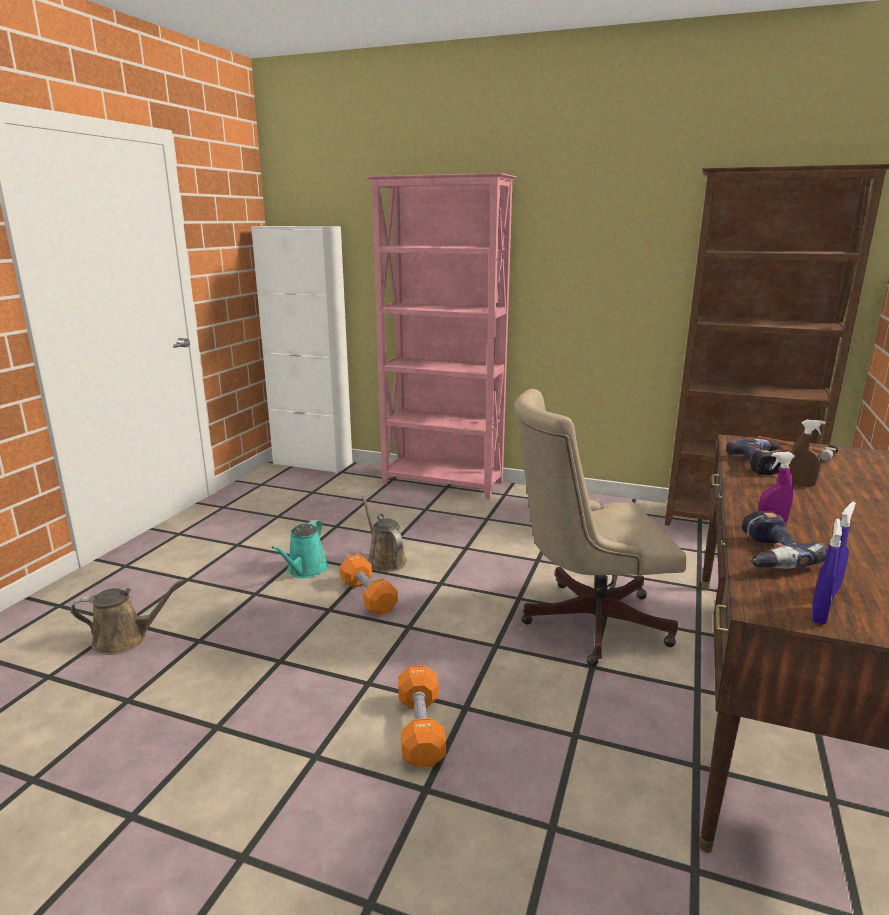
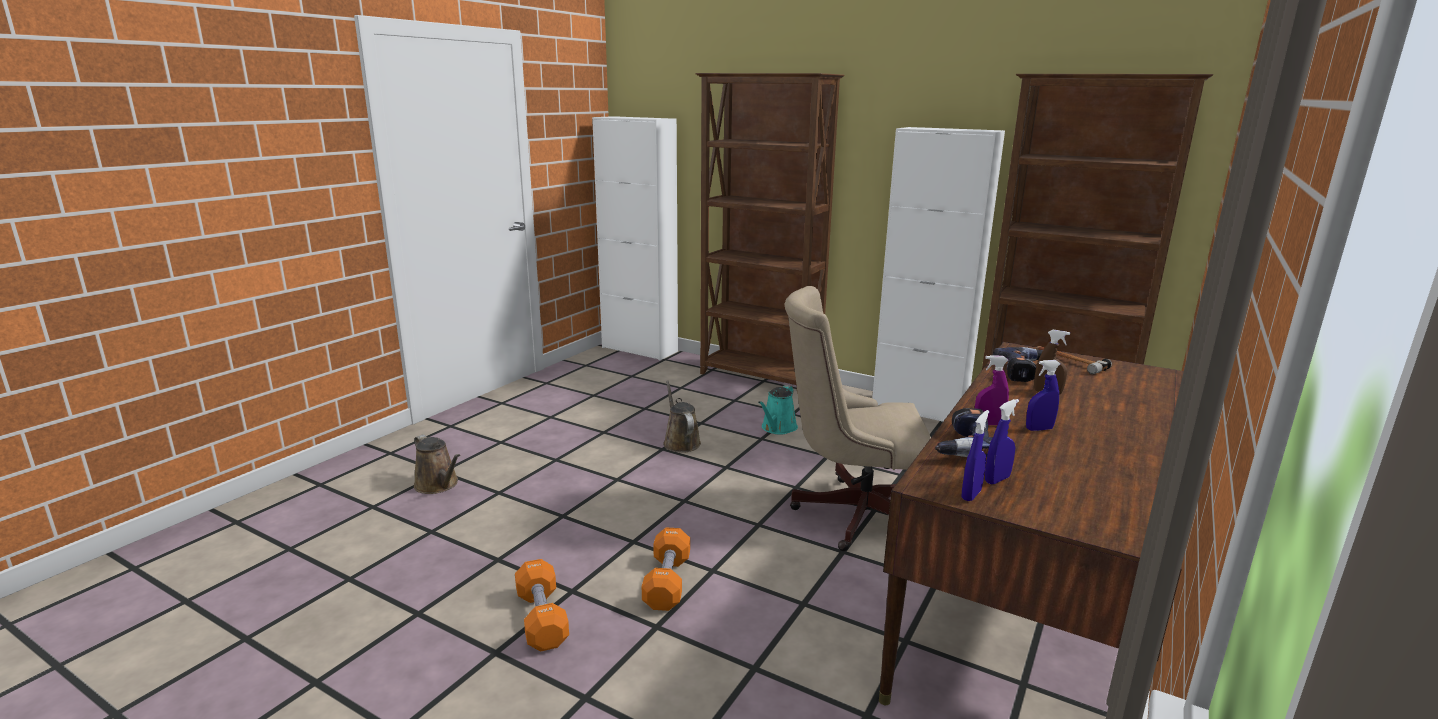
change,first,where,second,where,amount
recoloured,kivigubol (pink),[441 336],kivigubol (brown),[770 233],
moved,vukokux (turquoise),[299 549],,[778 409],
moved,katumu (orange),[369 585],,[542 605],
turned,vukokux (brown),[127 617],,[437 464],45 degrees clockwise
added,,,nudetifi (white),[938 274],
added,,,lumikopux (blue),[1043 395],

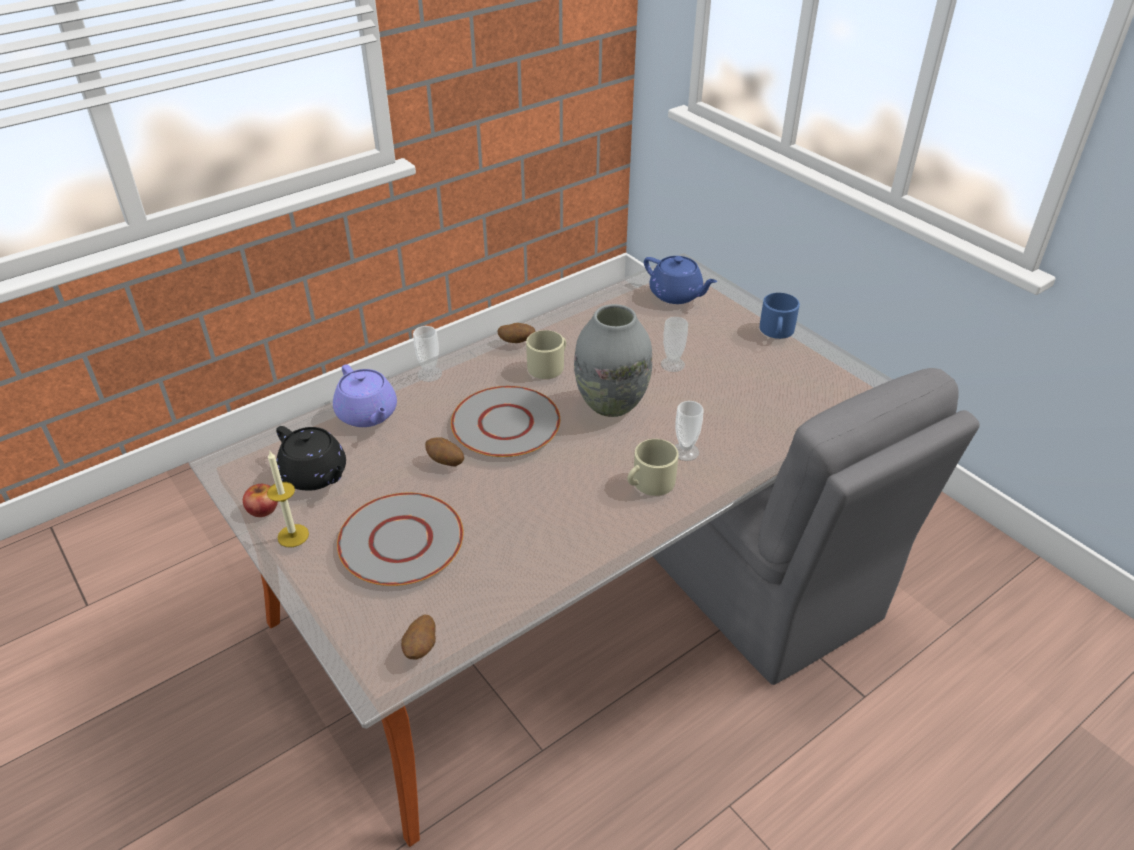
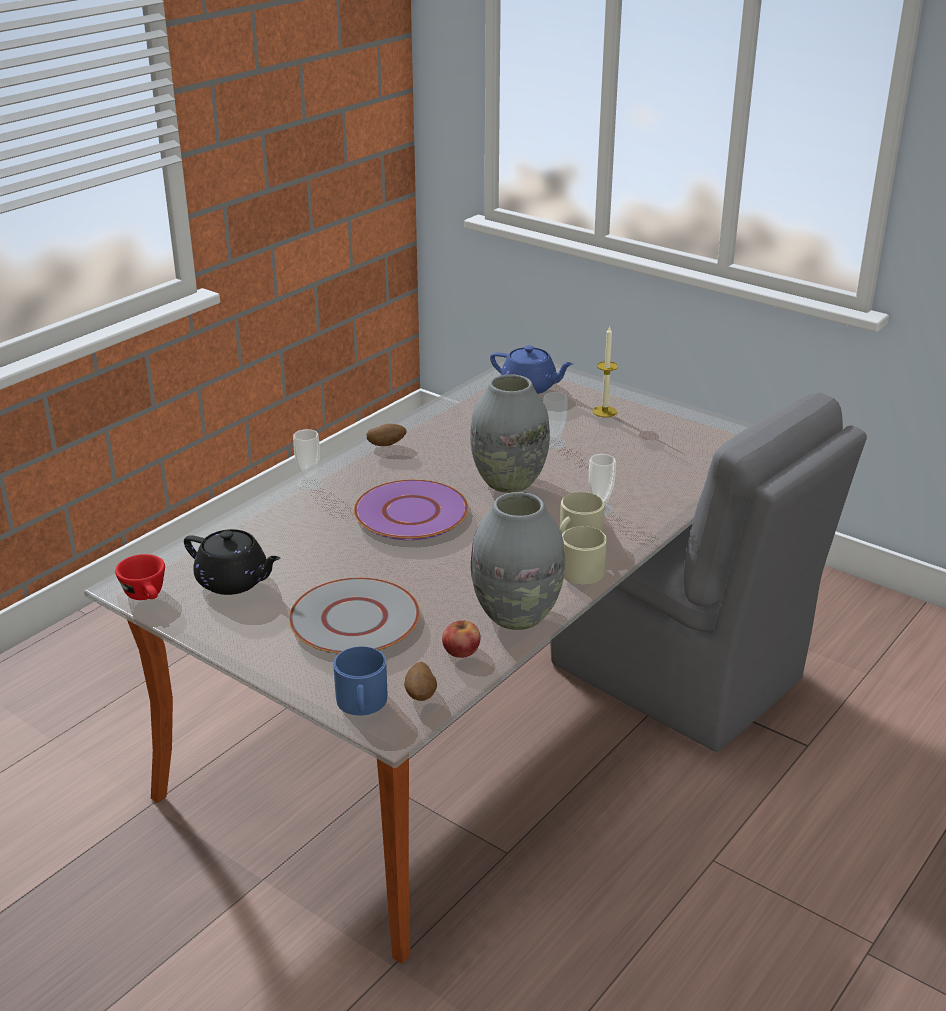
change,first,where,second,where,amount
moved,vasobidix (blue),[780 316],,[360 680],
moved,vasobidix (beige),[546 354],,[584 555],
removed,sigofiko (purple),[365 395],,,
recoloured,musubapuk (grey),[505 421],musubapuk (purple),[411 509],
removed,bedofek,[444 451],,,
moved,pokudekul,[288 498],,[605 372],
moved,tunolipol,[260 500],,[461 639],
added,,,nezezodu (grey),[518 561],
added,,,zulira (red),[140 577],

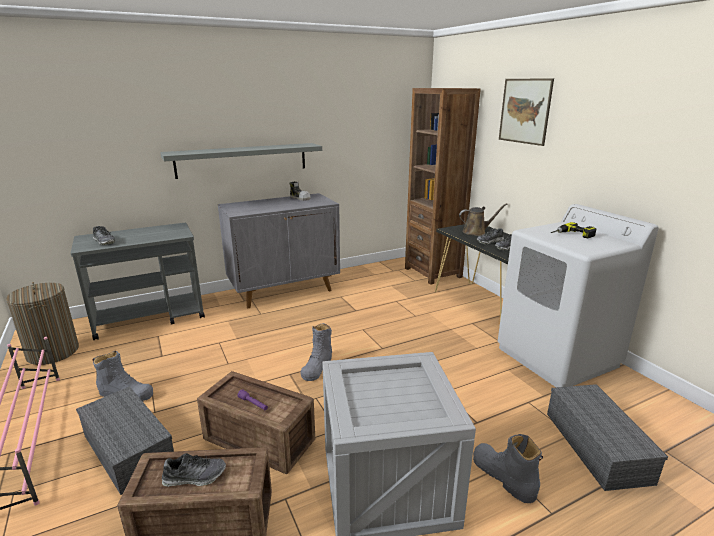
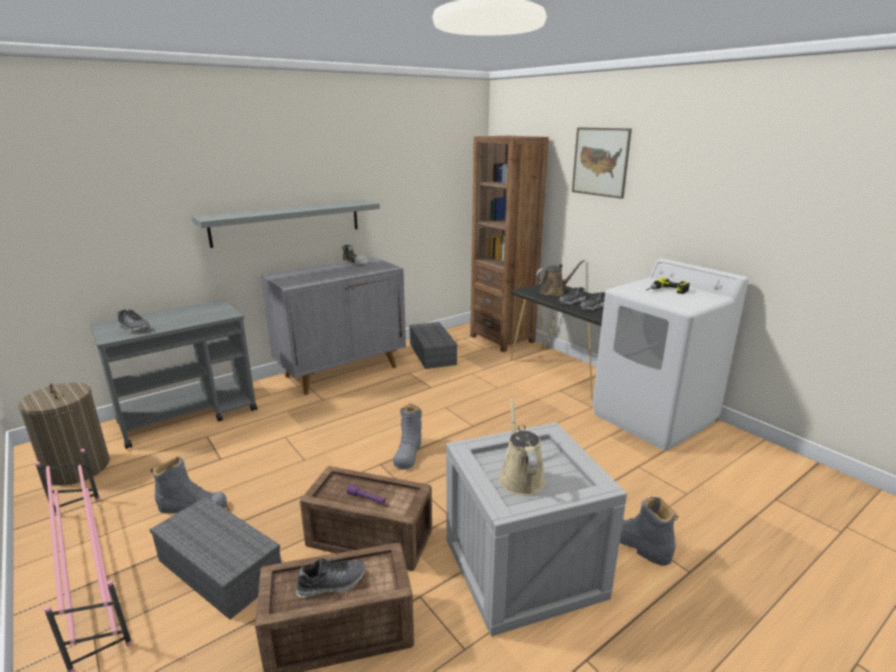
change,first,where,second,where,amount
moved,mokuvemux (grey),[607 437],,[433 345],
added,,,vukokux (beige),[522 446],

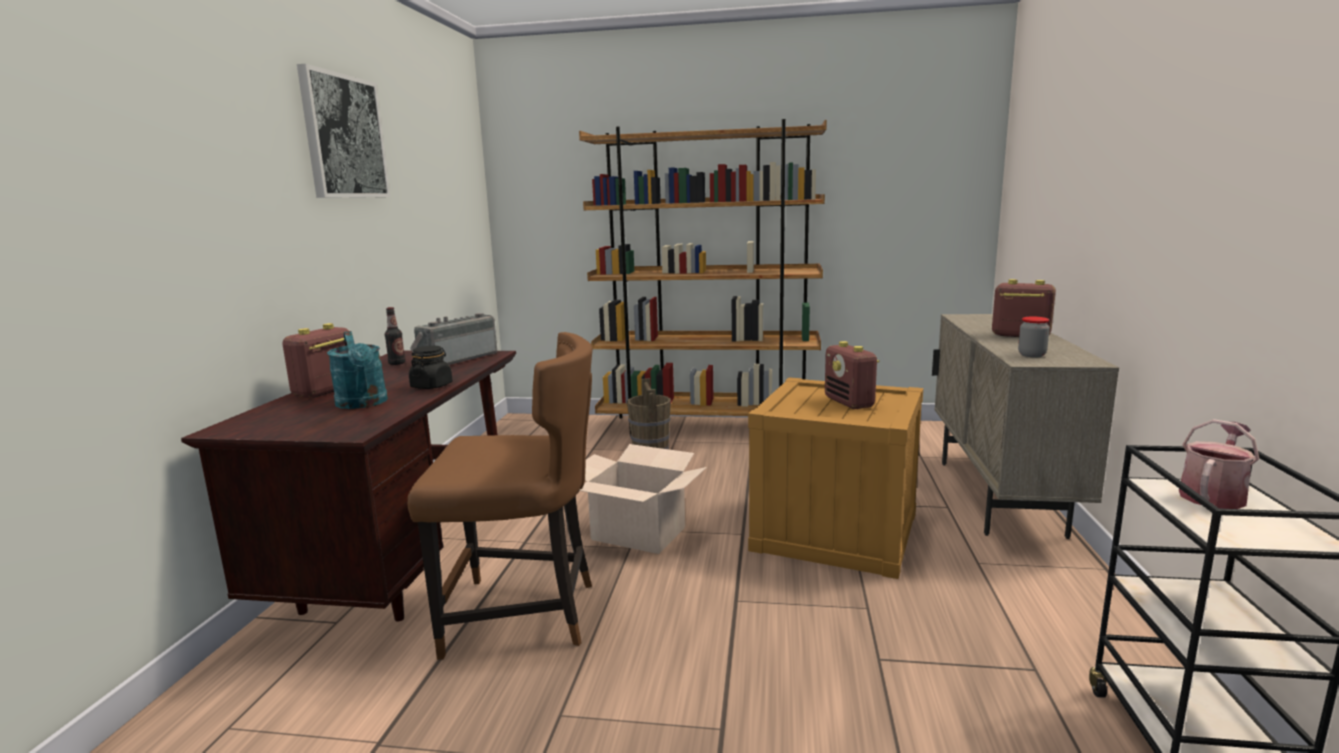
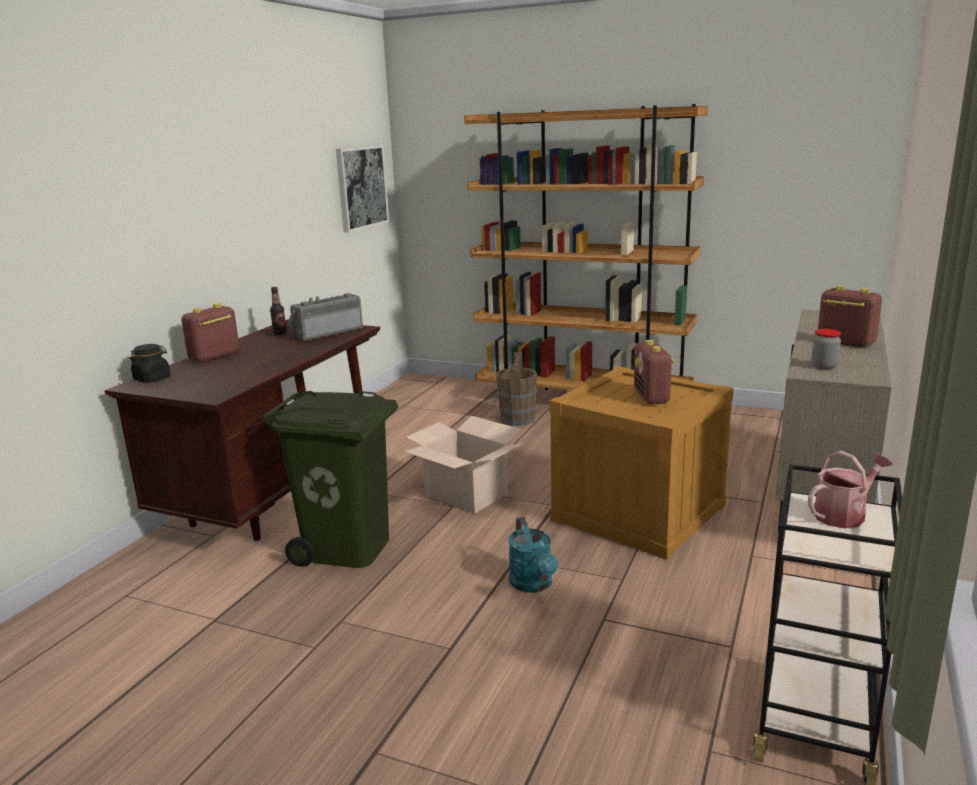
change,first,where,second,where,amount
moved,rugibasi,[343 131],,[362 189],
moved,vukokux (turquoise),[357 370],,[533 555],
replaced,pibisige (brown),[500 496],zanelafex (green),[330 479],
moved,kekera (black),[431 367],,[150 363],

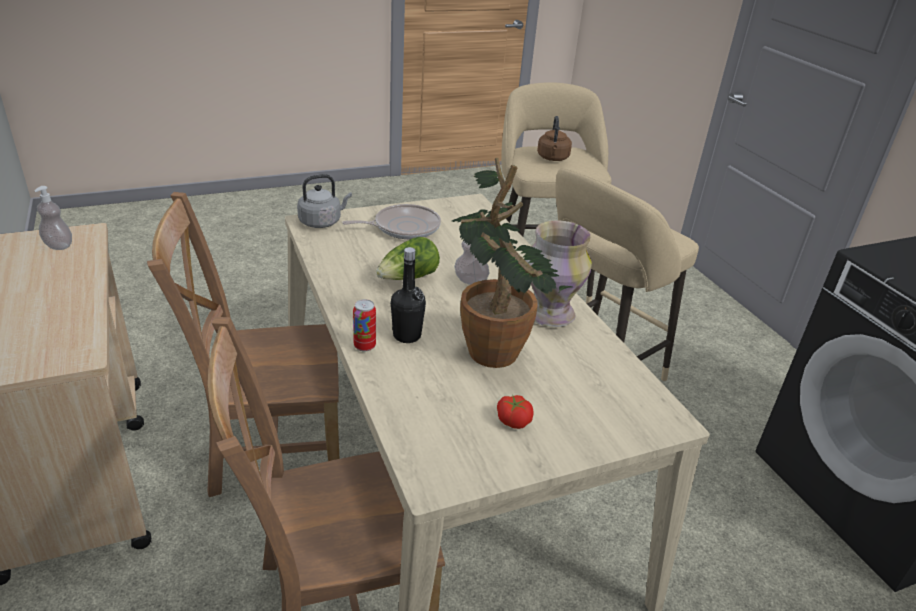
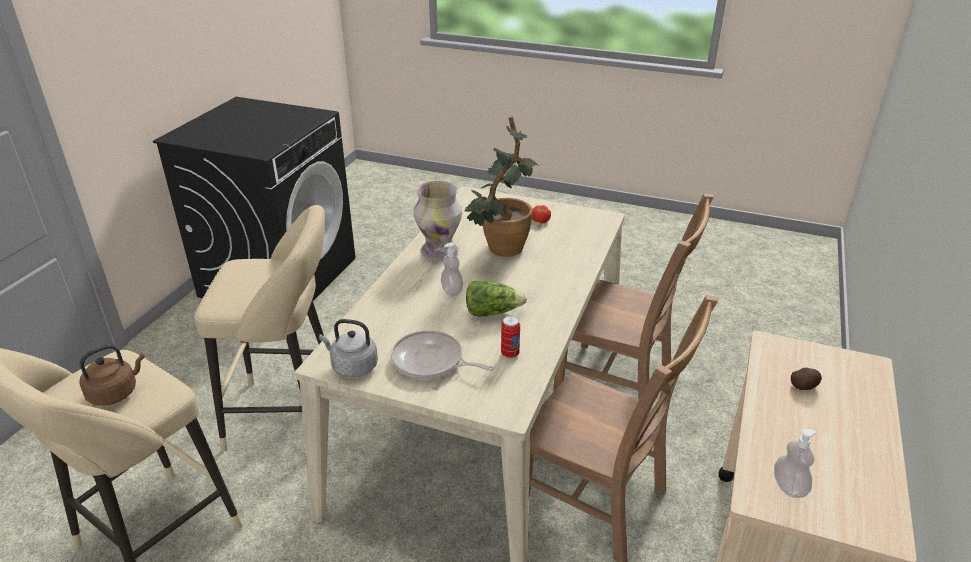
change,first,where,second,where,amount
moved,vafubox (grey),[324 201],,[348 348],
removed,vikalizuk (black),[408 295],,,
moved,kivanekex,[364 325],,[510 337],
added,,,bedofek,[806 379],

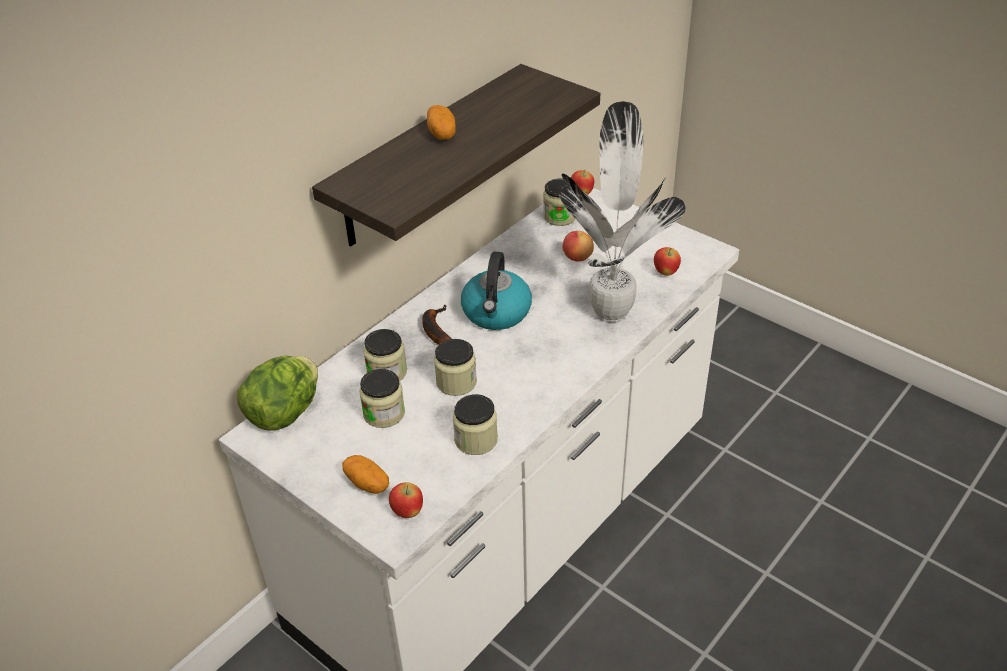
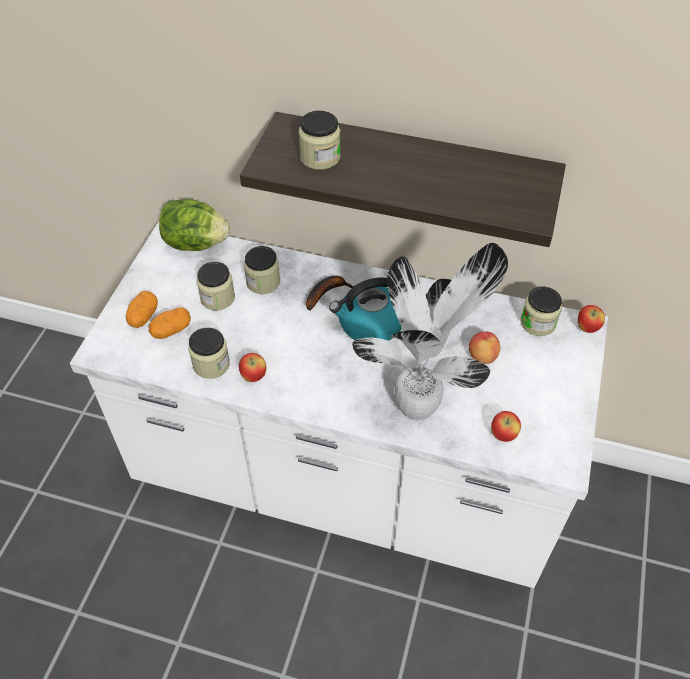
change,first,where,second,where,amount
moved,bedofek,[441 122],,[170 323],
moved,kekera,[455 367],,[319 140],
moved,tunolipol,[406 500],,[252 367],

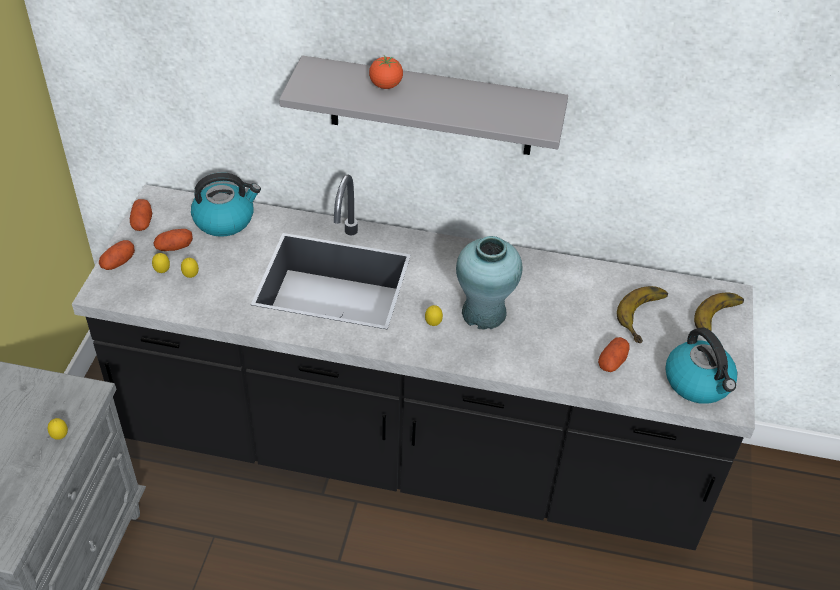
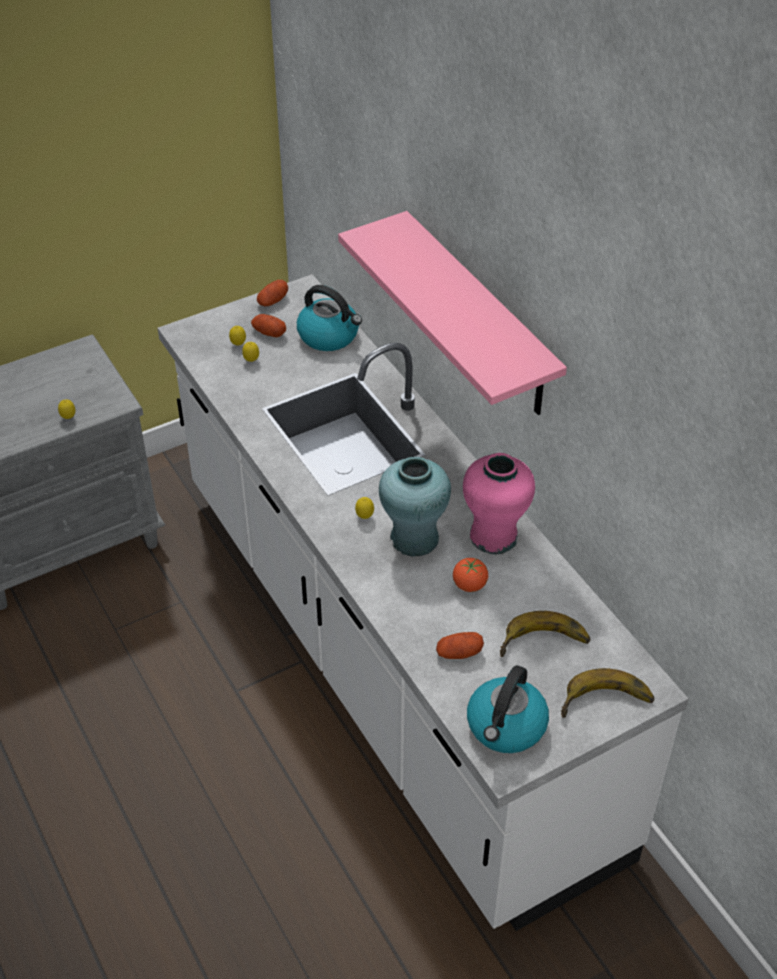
change,first,where,second,where,amount
recoloured,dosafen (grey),[423 105],dosafen (pink),[452 313],
moved,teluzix,[386 72],,[470 575],
recoloured,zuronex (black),[413 362],zuronex (white),[423 602],
removed,bedofek,[117 255],,,
added,,,nezezodu (pink),[499 503],

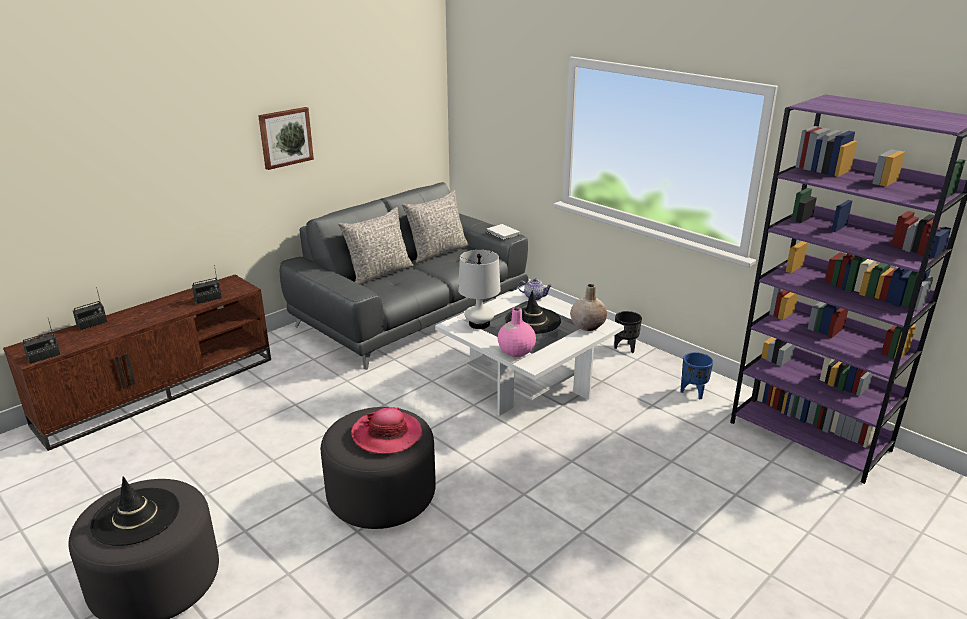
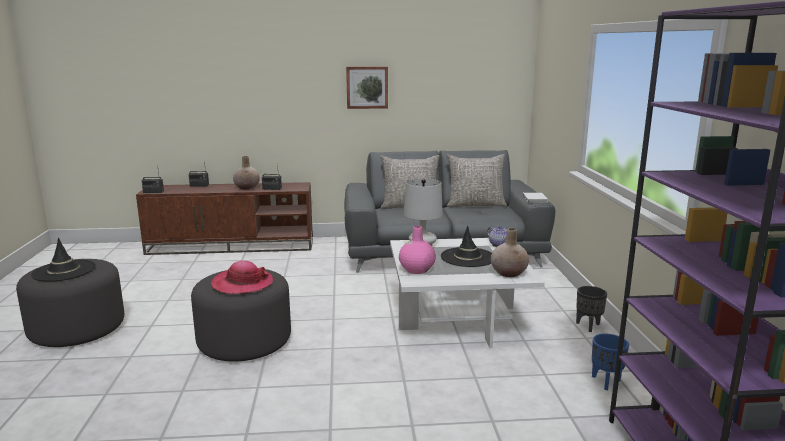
change,first,where,second,where,amount
added,,,nezezodu (beige),[246 173],

